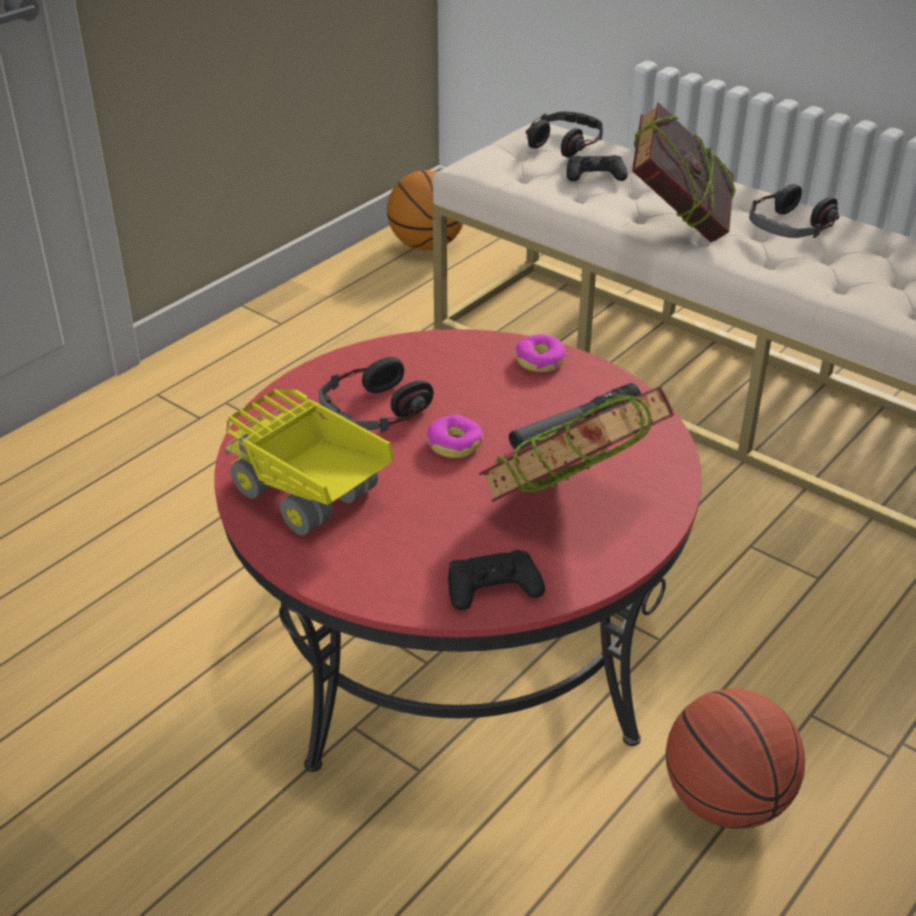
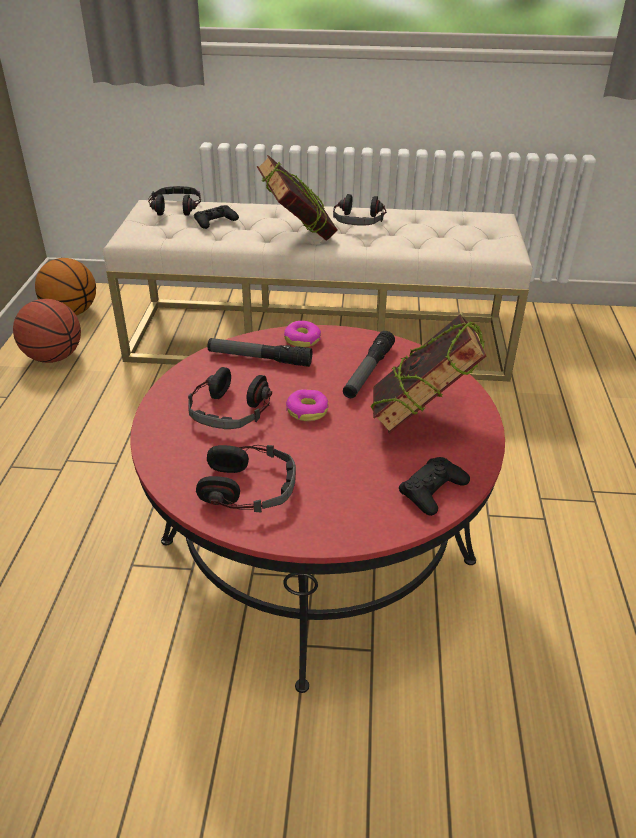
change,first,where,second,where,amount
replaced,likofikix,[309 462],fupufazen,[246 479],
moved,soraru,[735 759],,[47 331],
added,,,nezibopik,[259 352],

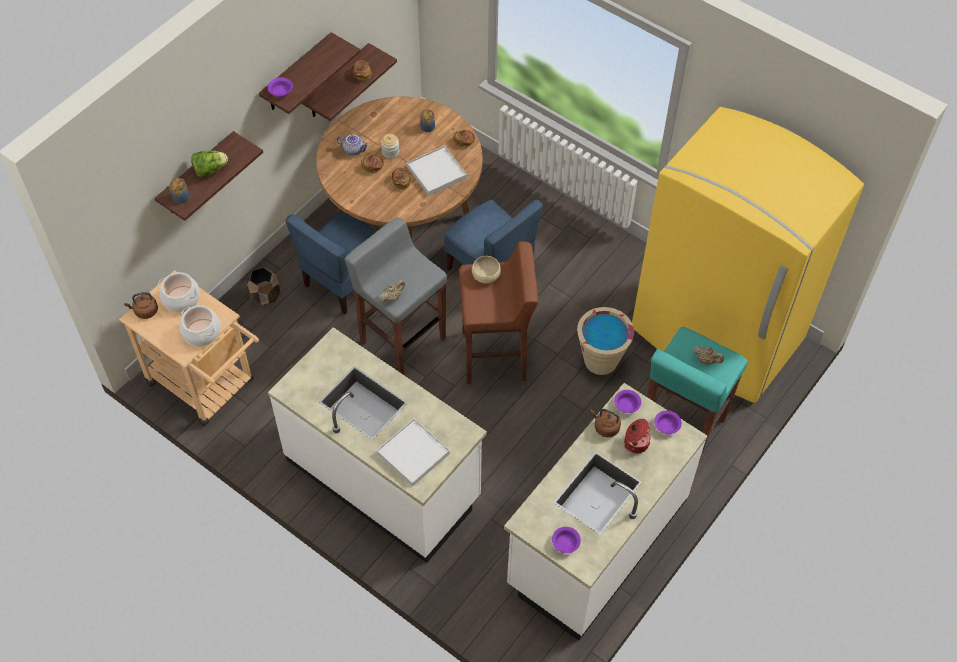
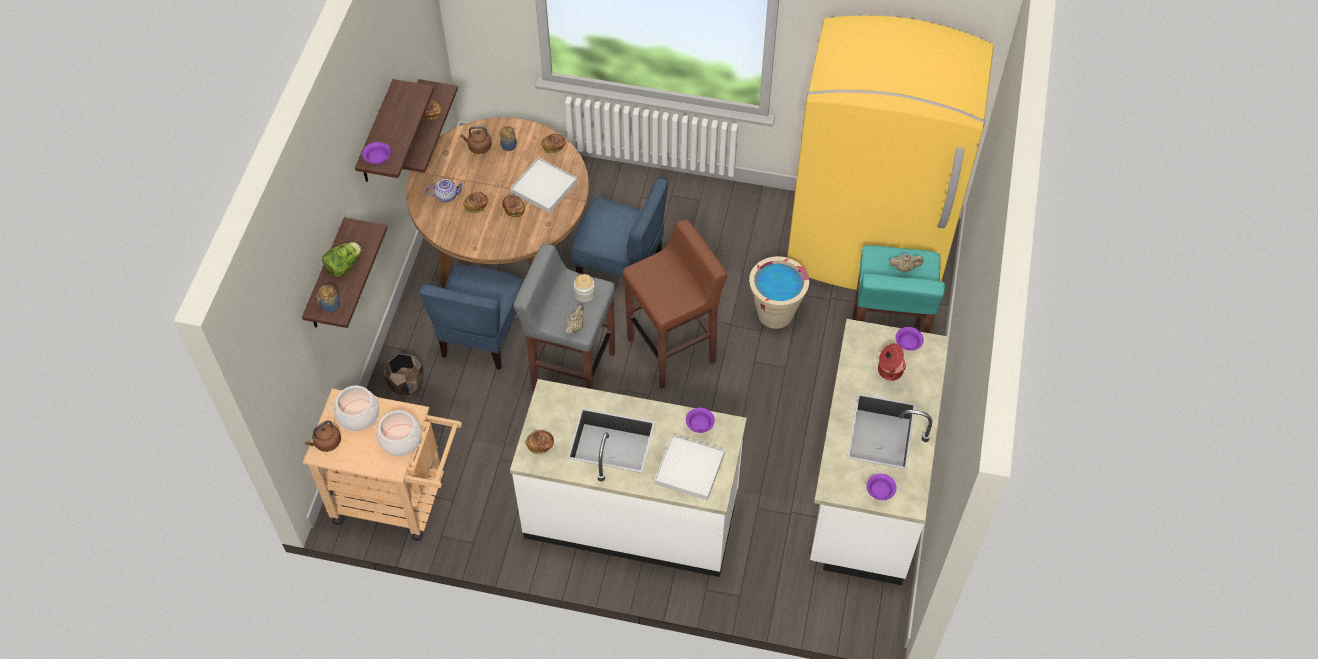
change,first,where,second,where,amount
moved,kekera,[390 146],,[584 288],
removed,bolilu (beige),[486 269],,,
moved,bolilu (purple),[627 401],,[700 420],
moved,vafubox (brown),[605 423],,[476 140],
added,,,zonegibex,[539 442],

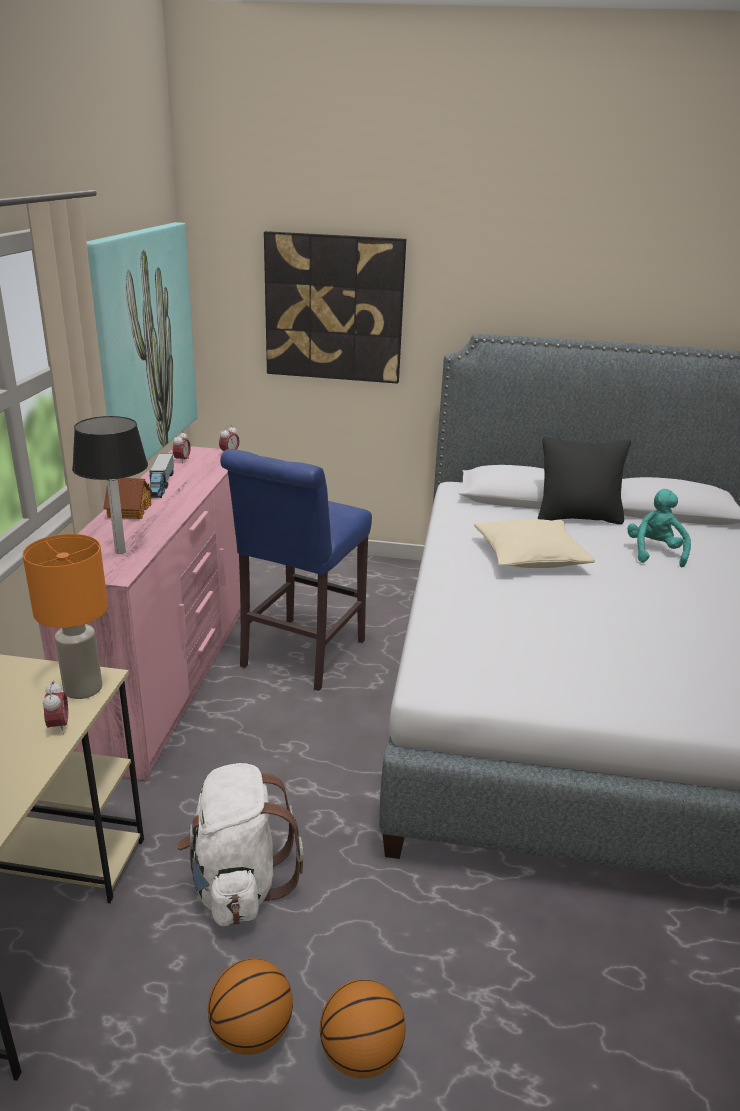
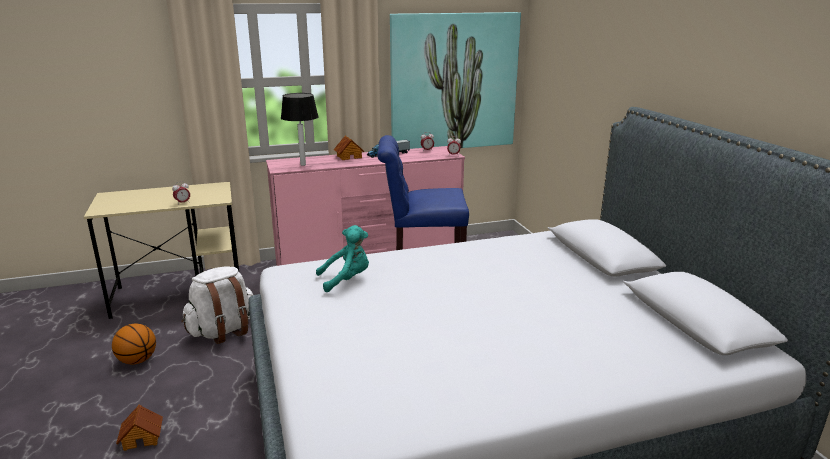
change,first,where,second,where,amount
removed,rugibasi,[335 307],,,
removed,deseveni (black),[584 480],,,
moved,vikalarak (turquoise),[659 528],,[342 258],
removed,deseveni (beige),[534 543],,,
removed,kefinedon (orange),[65 616],,,
removed,soraru,[363 1029],,,
added,,,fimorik,[139 427],

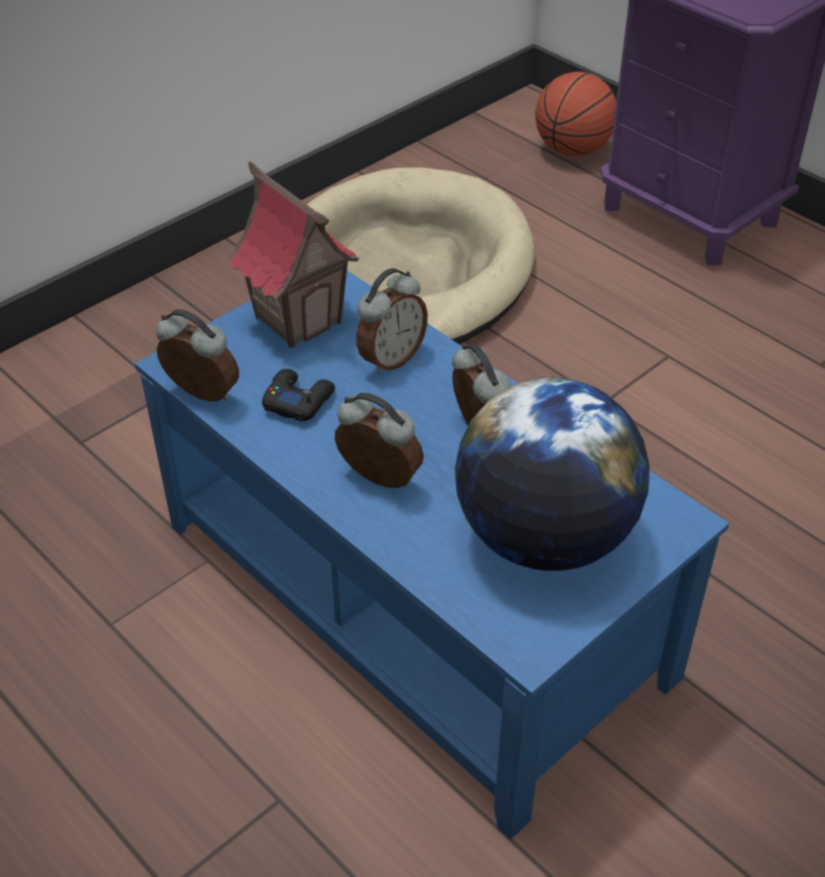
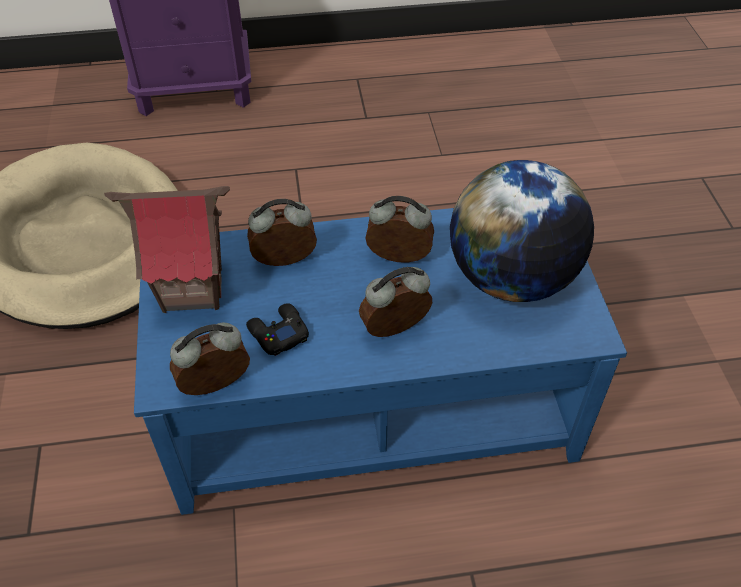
change,first,where,second,where,amount
removed,soraru,[575 114],,,
turned,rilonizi,[392 321],,[282 232],90 degrees counterclockwise

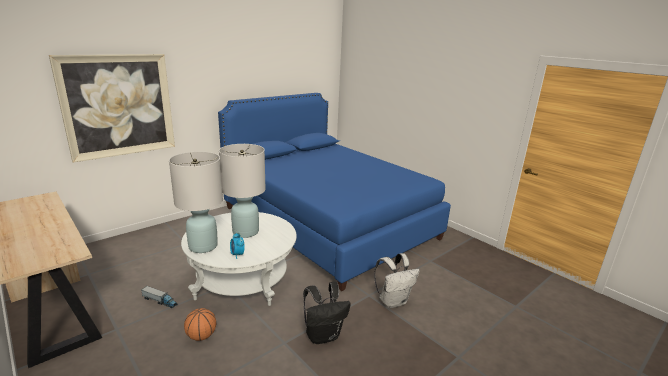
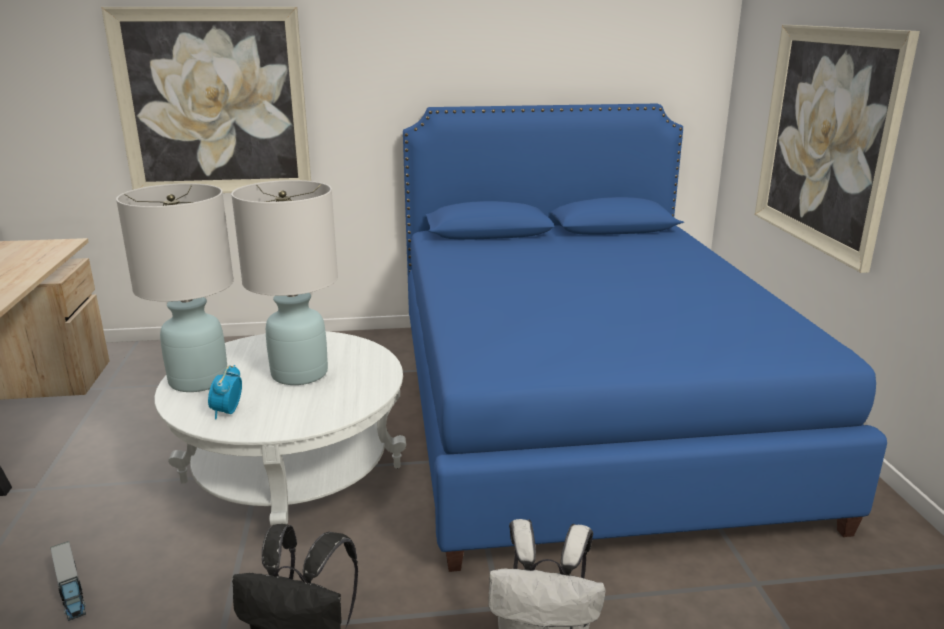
change,first,where,second,where,amount
moved,likofikix,[159 297],,[68 581],
removed,soraru,[200 324],,,
added,,,rugibasi,[837 149],

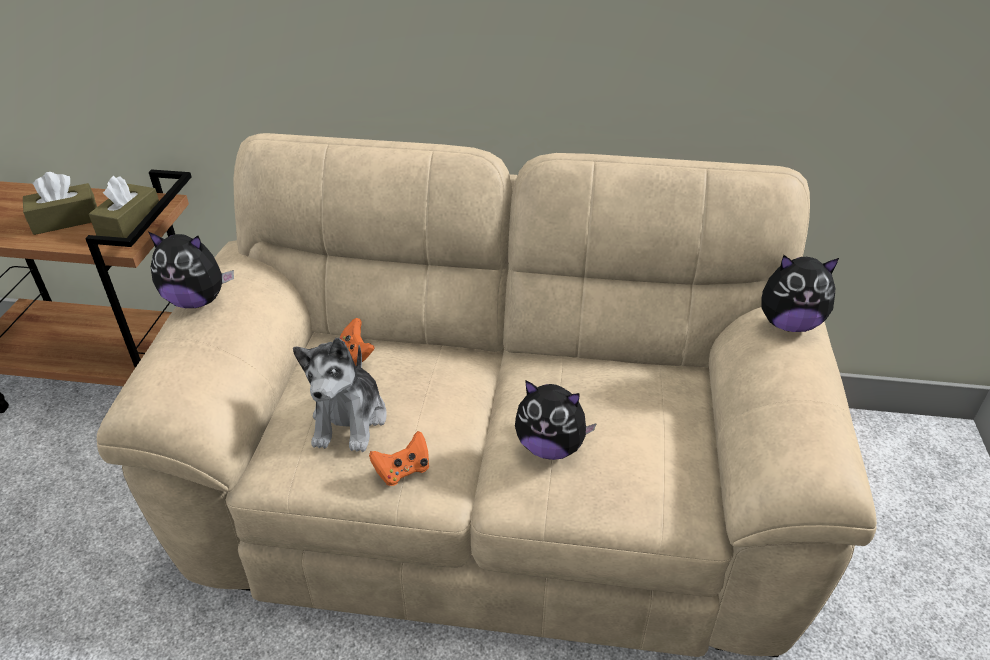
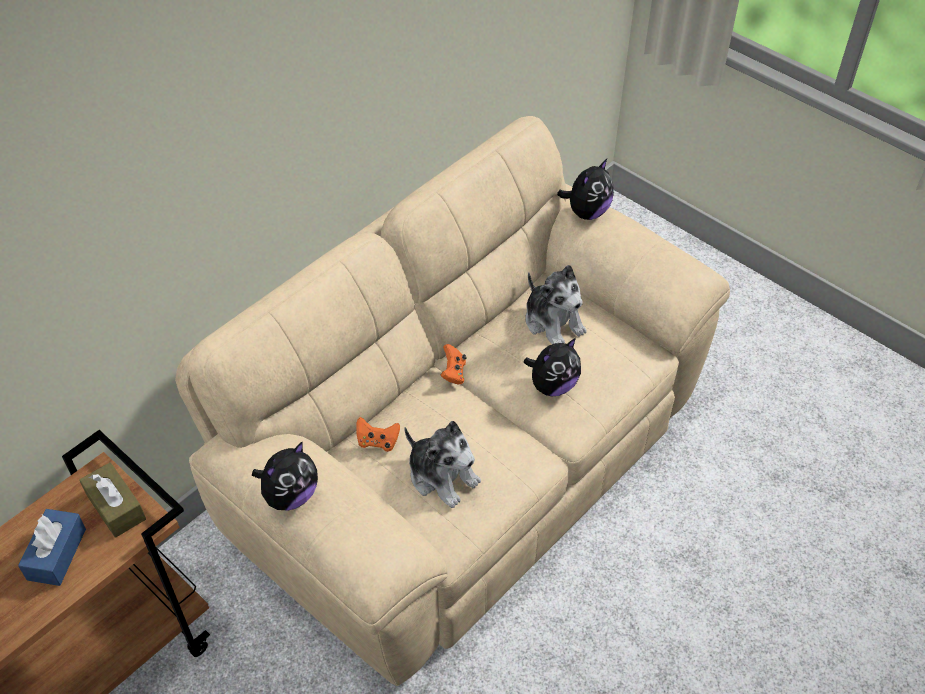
change,first,where,second,where,amount
recoloured,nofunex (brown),[60 203],nofunex (blue),[52 547],
moved,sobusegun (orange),[399 458],,[453 364],
added,,,vikalarak,[556 304],

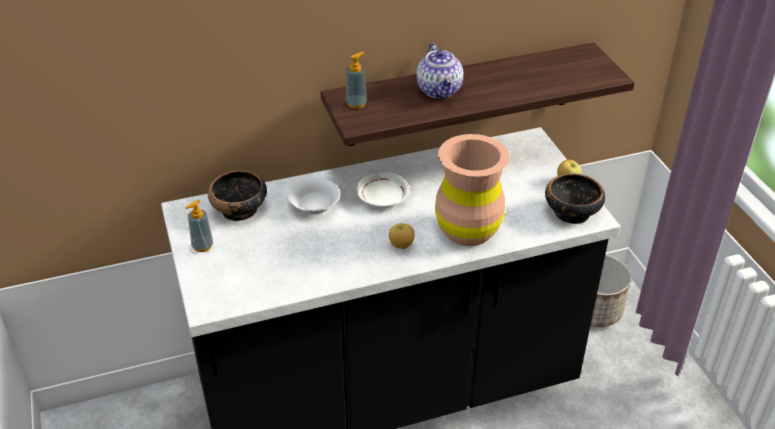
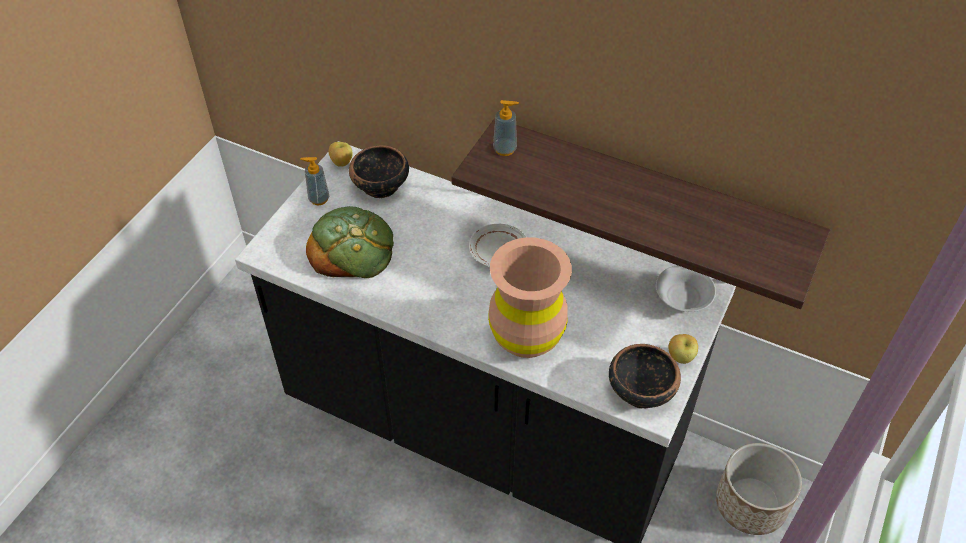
change,first,where,second,where,amount
removed,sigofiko,[439 70],,,
moved,bolilu (white),[314 196],,[686 288],
moved,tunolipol,[401 236],,[341 154],
added,,,zonegibex,[350 242],

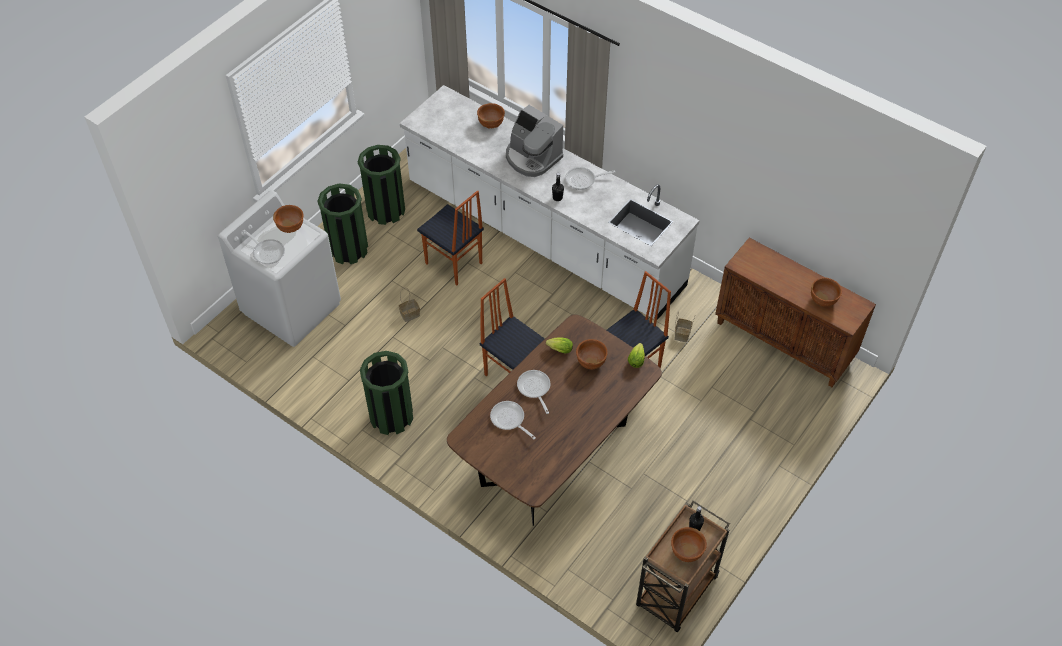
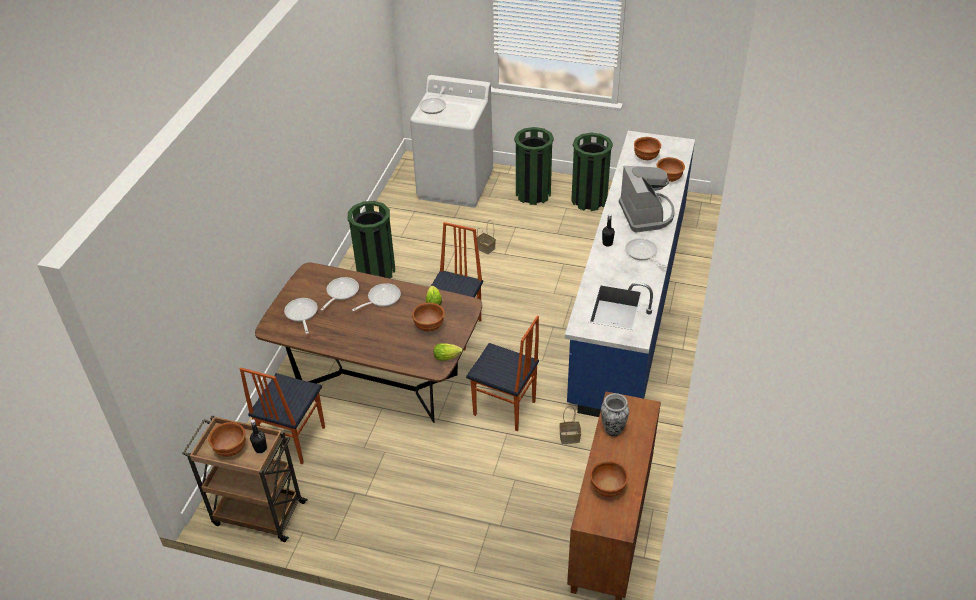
change,first,where,second,where,amount
recoloured,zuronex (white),[550 202],zuronex (blue),[630 274],
turned,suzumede,[534 141],,[647 199],150 degrees clockwise
moved,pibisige,[450 237],,[282 416],
moved,bolilu (brown),[288 219],,[647 148],
added,,,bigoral,[301 316],
added,,,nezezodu,[615 414],

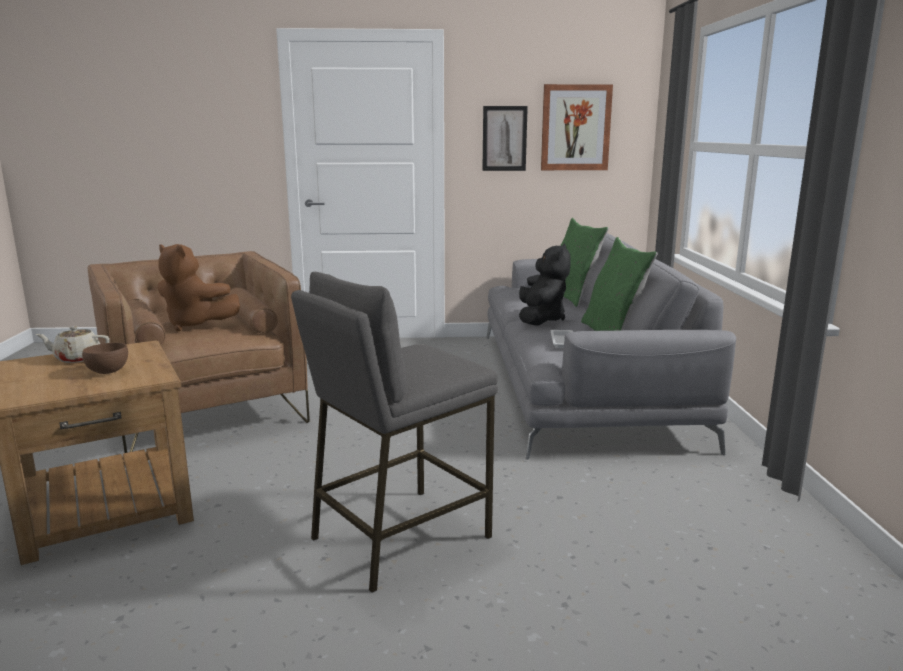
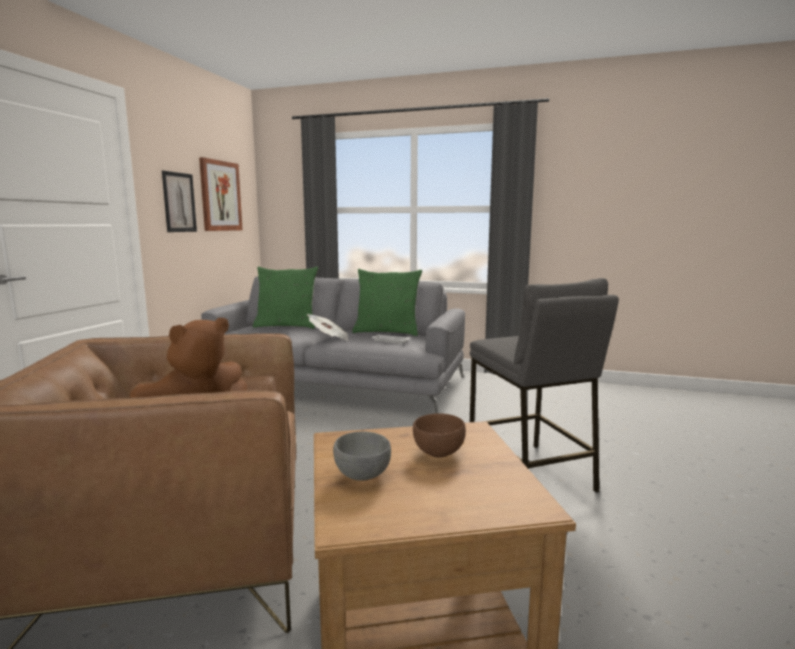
change,first,where,second,where,amount
replaced,vikalarak (black),[545 284],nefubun,[327 327],
replaced,sigofiko (beige),[73 344],bolilu (grey),[362 456],

